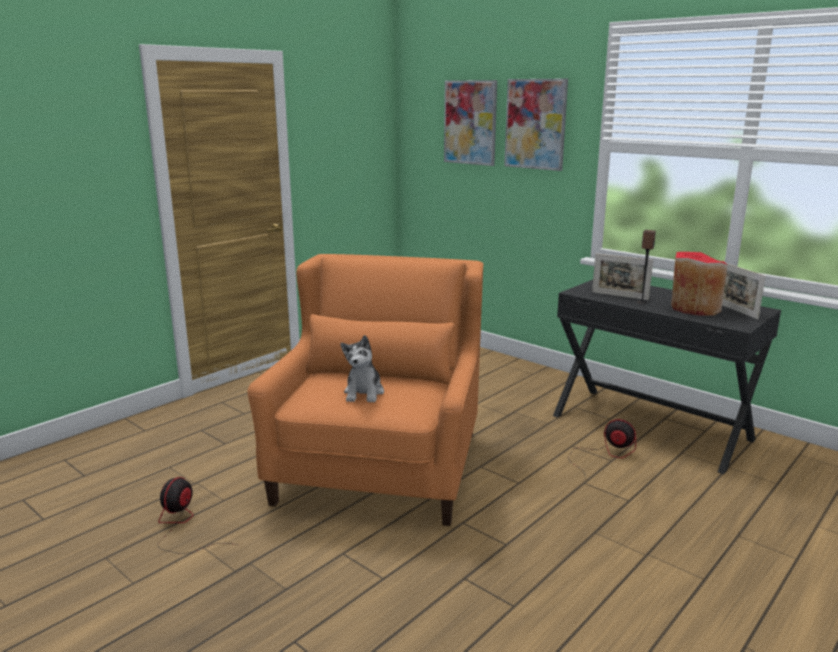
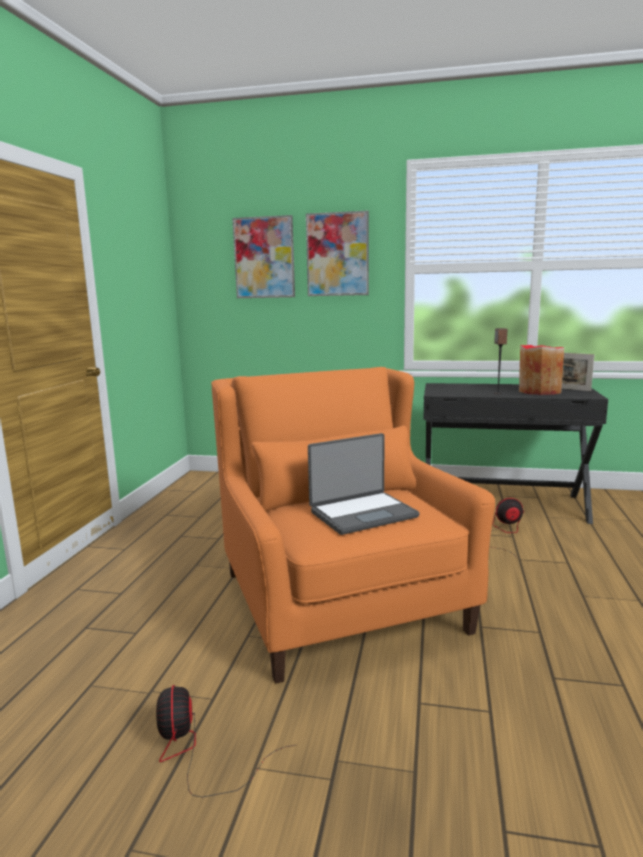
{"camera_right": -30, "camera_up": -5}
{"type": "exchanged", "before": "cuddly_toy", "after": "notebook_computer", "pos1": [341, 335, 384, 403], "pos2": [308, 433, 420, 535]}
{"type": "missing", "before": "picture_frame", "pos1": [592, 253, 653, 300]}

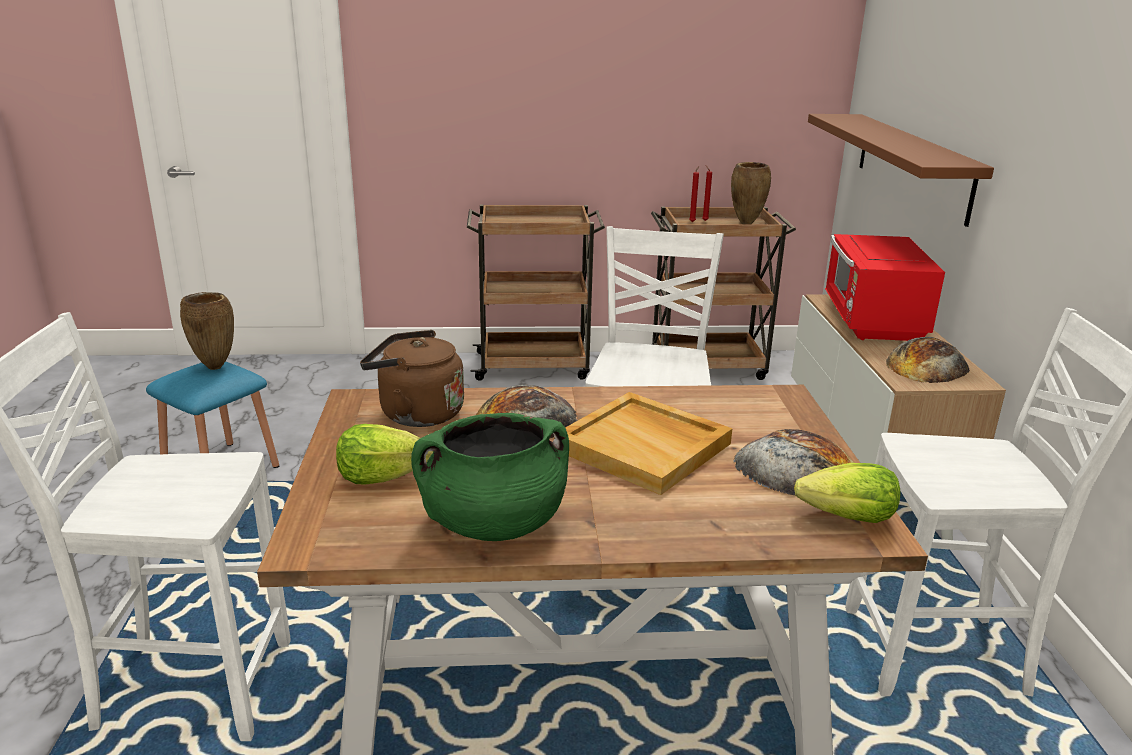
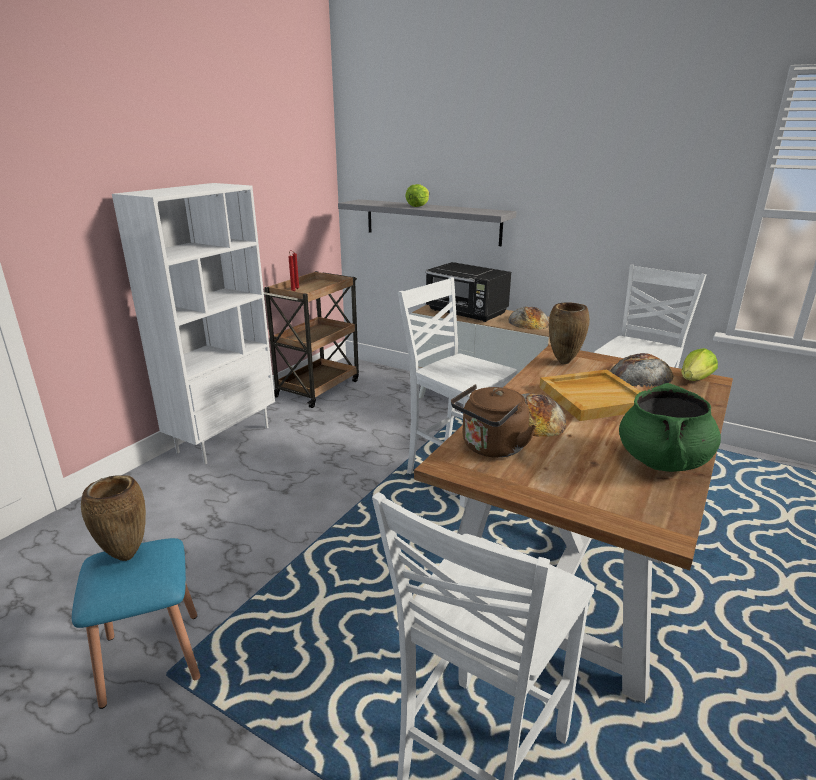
{"camera_right": -55, "camera_up": 0}
{"type": "exchanged", "before": "brown_trolley", "after": "white_shelving_unit", "pos1": [467, 205, 605, 381], "pos2": [112, 183, 275, 464]}
{"type": "colour", "before": "brown_wall_shelf", "after": "grey_wall_shelf", "pos1": [808, 114, 994, 227], "pos2": [338, 199, 517, 246]}
{"type": "relocated", "before": "lettuce", "pos1": [336, 424, 434, 484], "pos2": [405, 184, 429, 207]}
{"type": "colour", "before": "reddish_microwave", "after": "blackish_microwave", "pos1": [825, 234, 945, 341], "pos2": [426, 262, 511, 322]}
{"type": "relocated", "before": "brown_vase", "pos1": [731, 162, 771, 225], "pos2": [549, 302, 590, 364]}

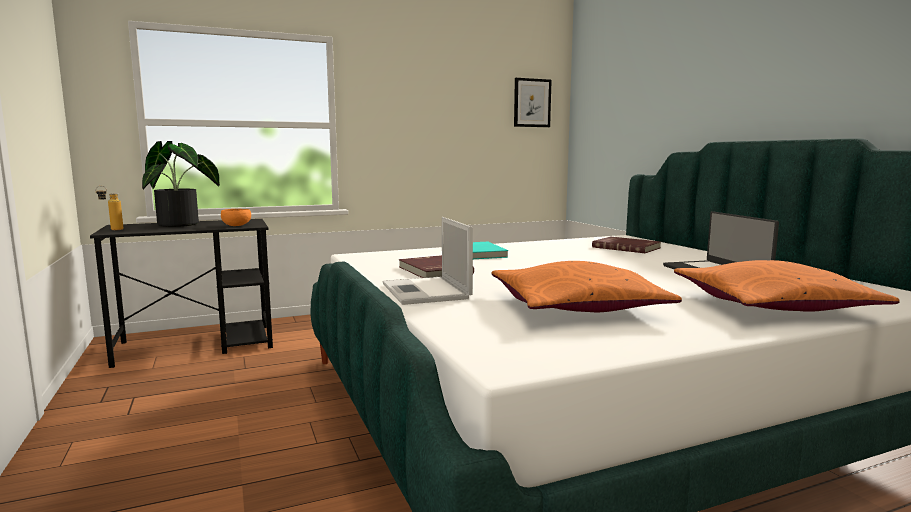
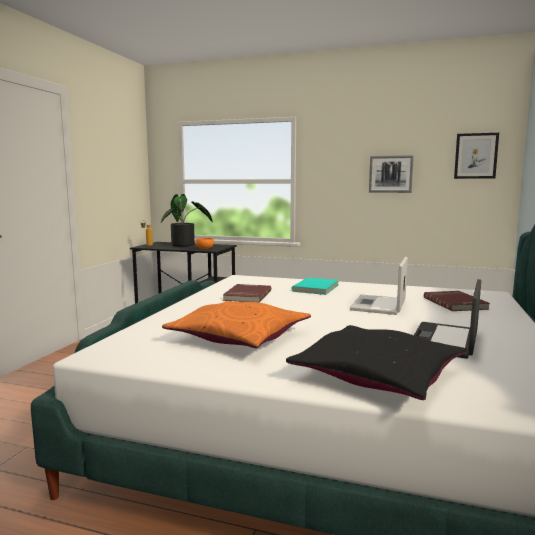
{"camera_right": 40, "camera_up": 0}
{"type": "colour", "before": "orangey_throw_pillow", "after": "blackish_throw_pillow", "pos1": [674, 260, 900, 312], "pos2": [286, 325, 467, 400]}
{"type": "relocated", "before": "notebook_computer", "pos1": [382, 217, 473, 305], "pos2": [350, 257, 408, 315]}
{"type": "appeared", "after": "wall_art", "pos2": [369, 155, 414, 193]}

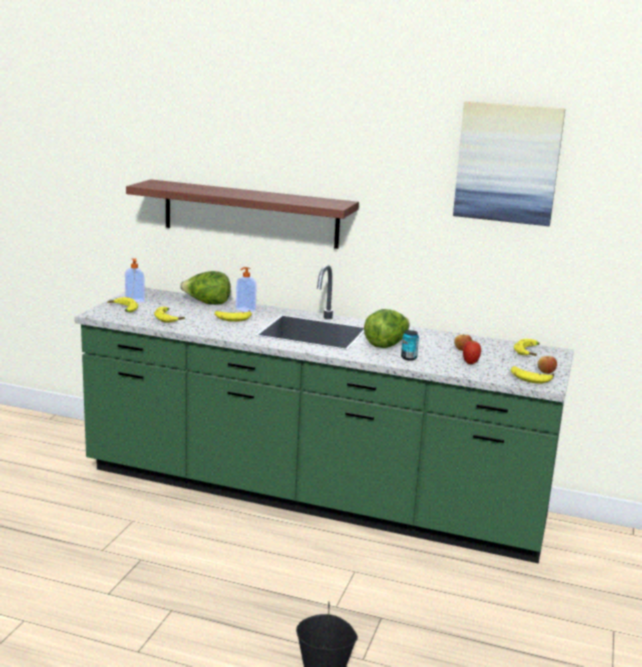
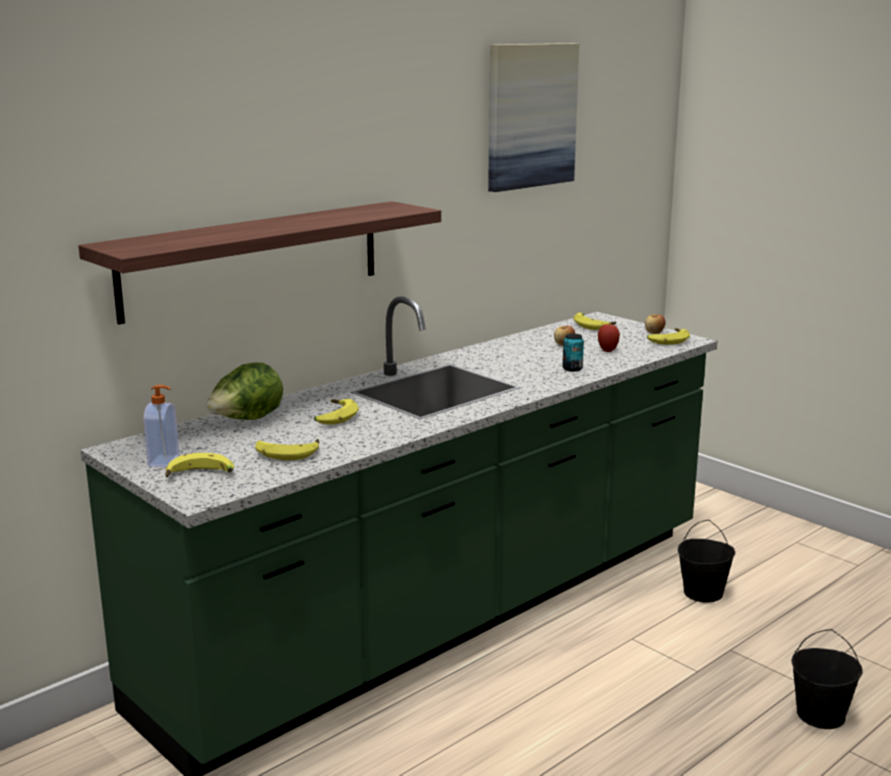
{"camera_right": -60, "camera_up": 0}
{"type": "appeared", "after": "blackish_pail", "pos2": [678, 520, 735, 603]}
{"type": "missing", "before": "soap_dispenser", "pos1": [236, 267, 257, 312]}
{"type": "missing", "before": "lettuce", "pos1": [364, 309, 410, 348]}

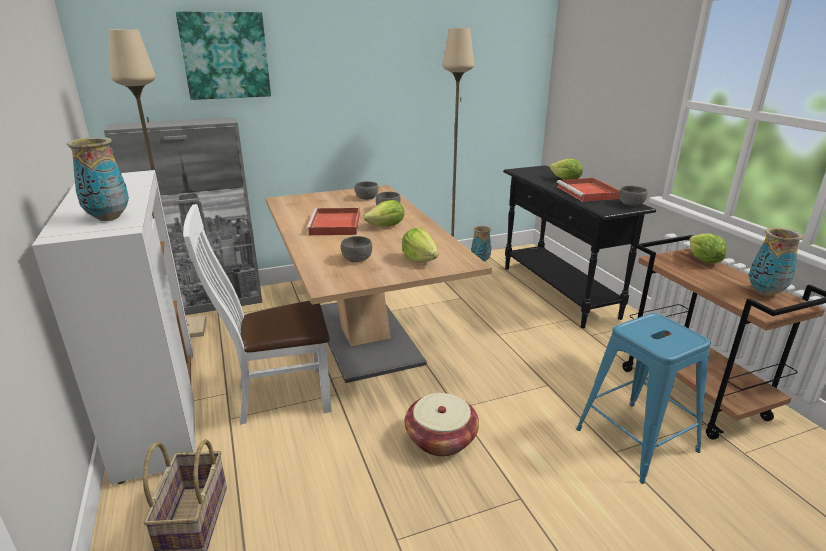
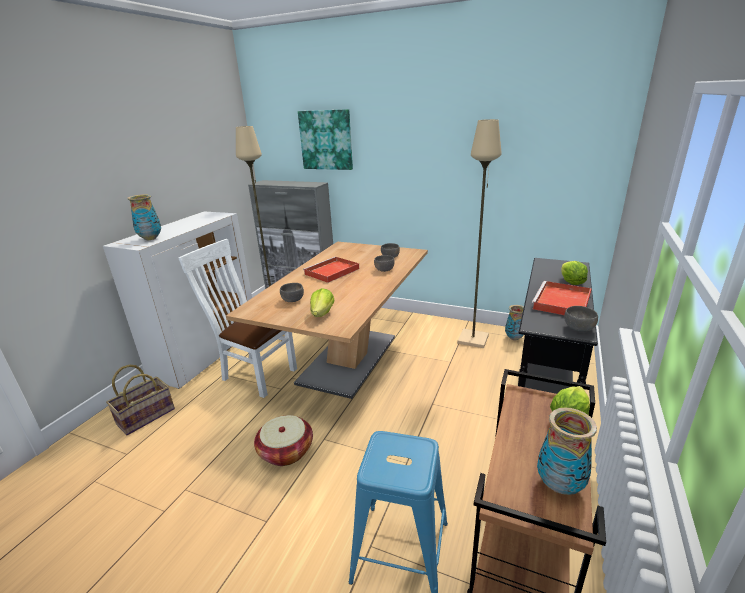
{"camera_right": 45, "camera_up": 0}
{"type": "missing", "before": "lettuce", "pos1": [364, 200, 405, 227]}

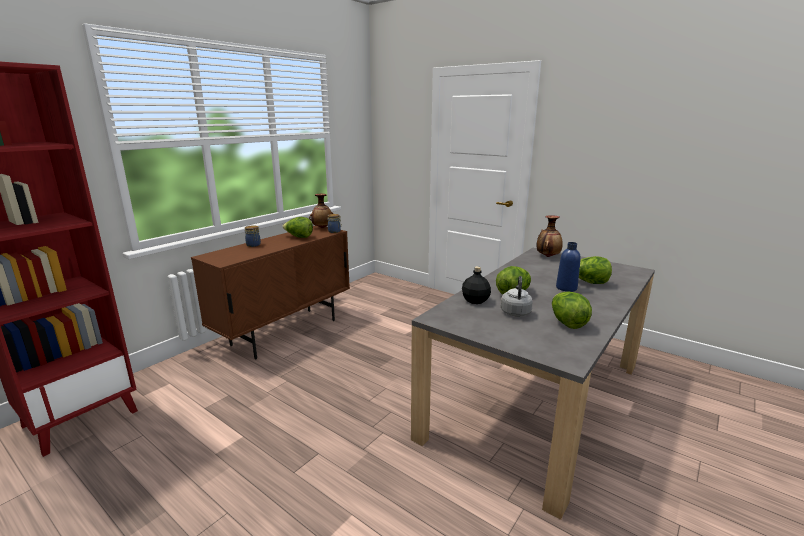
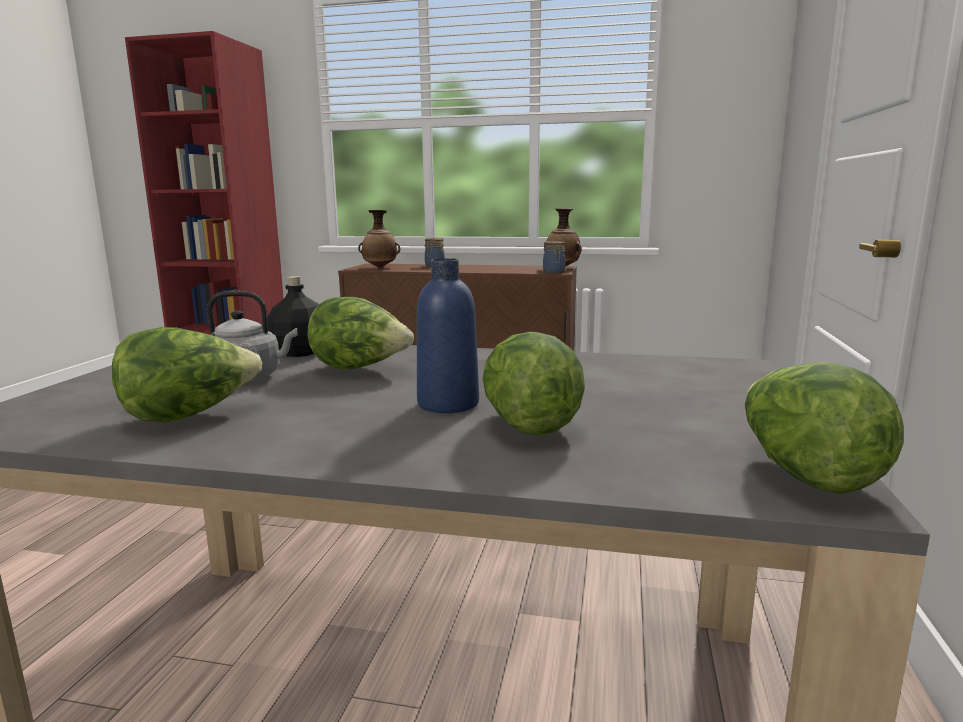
{"camera_right": 65, "camera_up": -5}
{"type": "relocated", "before": "vase", "pos1": [536, 216, 563, 257], "pos2": [358, 210, 400, 268]}
{"type": "relocated", "before": "lettuce", "pos1": [282, 217, 313, 238], "pos2": [745, 362, 904, 494]}

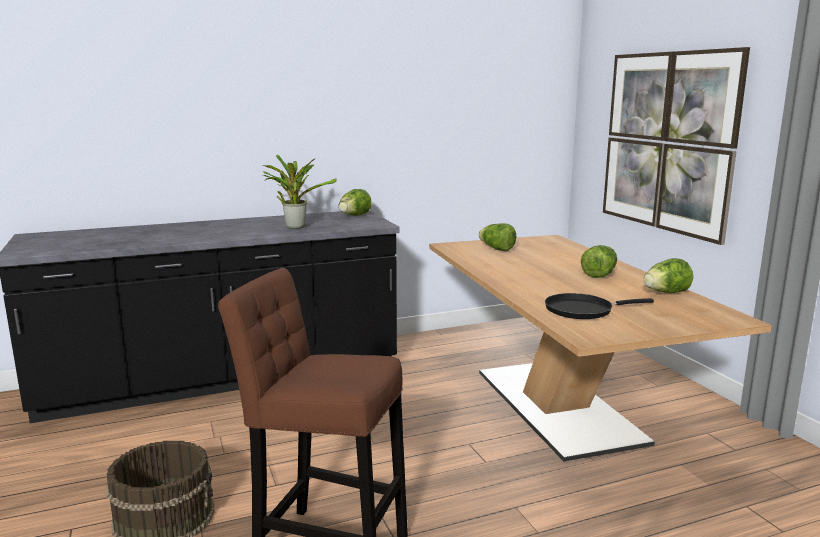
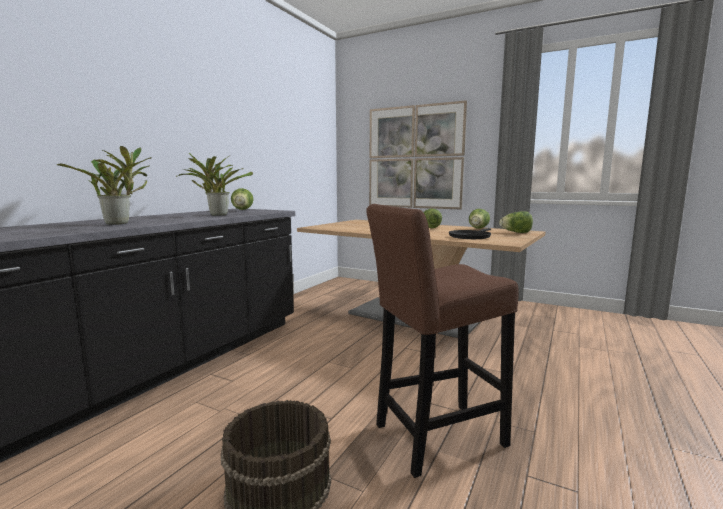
{"camera_right": -40, "camera_up": -5}
{"type": "appeared", "after": "potted_plant", "pos2": [57, 146, 152, 225]}
{"type": "relocated", "before": "lettuce", "pos1": [479, 223, 516, 251], "pos2": [499, 211, 533, 233]}

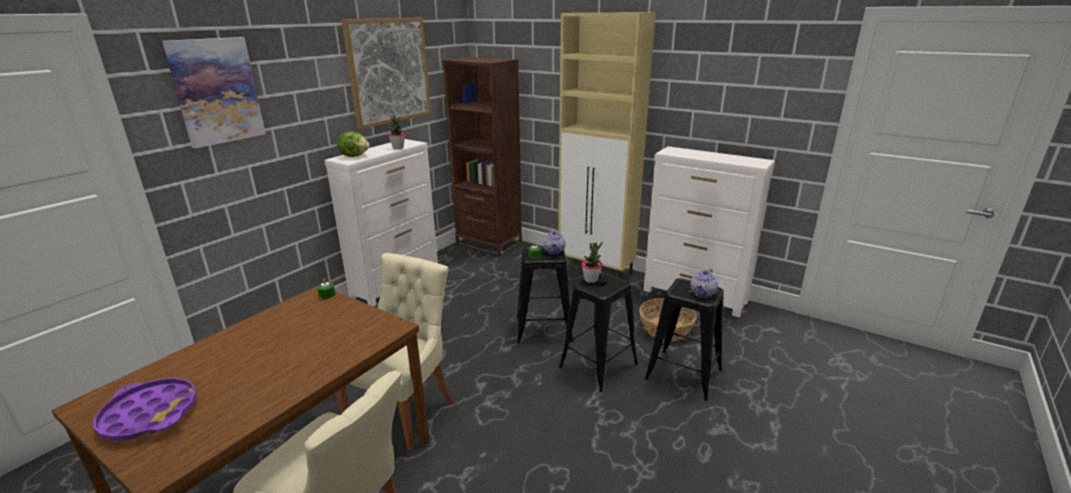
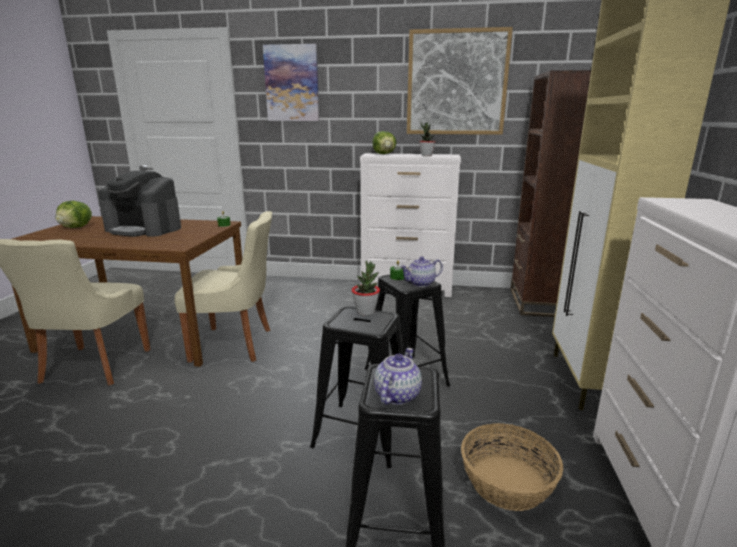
{"camera_right": 65, "camera_up": -5}
{"type": "exchanged", "before": "purple_serving_tray", "after": "lettuce", "pos1": [93, 378, 197, 441], "pos2": [55, 201, 92, 228]}
{"type": "appeared", "after": "coffee_brewer", "pos2": [98, 171, 181, 237]}
{"type": "spun", "before": "teapot", "pos1": [690, 268, 718, 298], "pos2": [374, 348, 422, 405], "turn": 105}

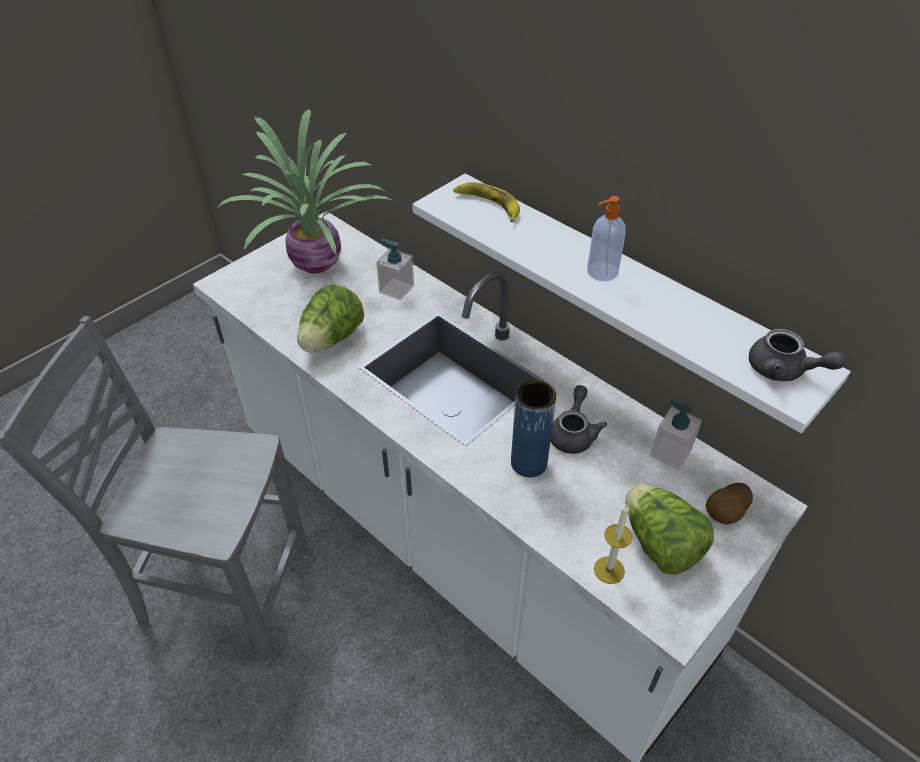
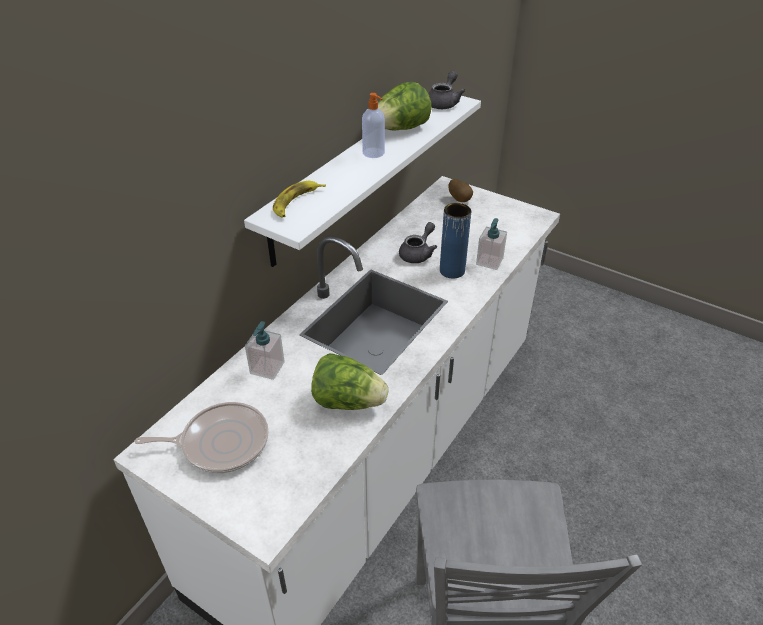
{"camera_right": -100, "camera_up": -5}
{"type": "exchanged", "before": "potted_plant", "after": "frying_pan", "pos1": [216, 109, 392, 273], "pos2": [135, 402, 269, 473]}
{"type": "relocated", "before": "lettuce", "pos1": [625, 484, 714, 575], "pos2": [378, 82, 431, 130]}
{"type": "spun", "before": "grey_teapot", "pos1": [550, 385, 607, 454], "pos2": [399, 222, 437, 263], "turn": 120}
{"type": "relocated", "before": "soap_dispenser", "pos1": [650, 399, 702, 470], "pos2": [476, 218, 507, 270]}
{"type": "missing", "before": "candle", "pos1": [594, 504, 632, 584]}

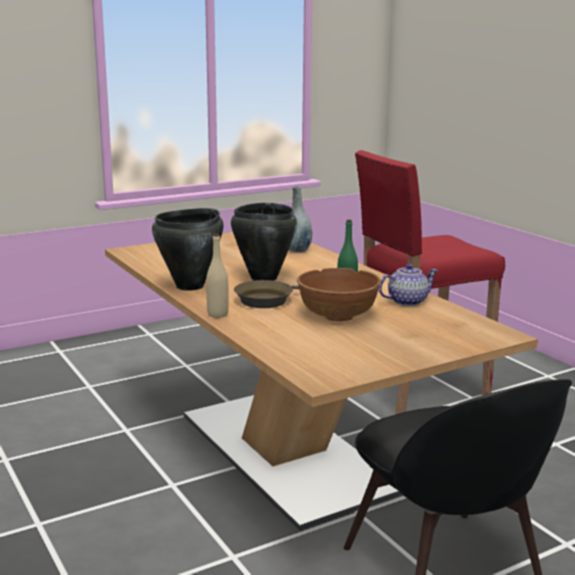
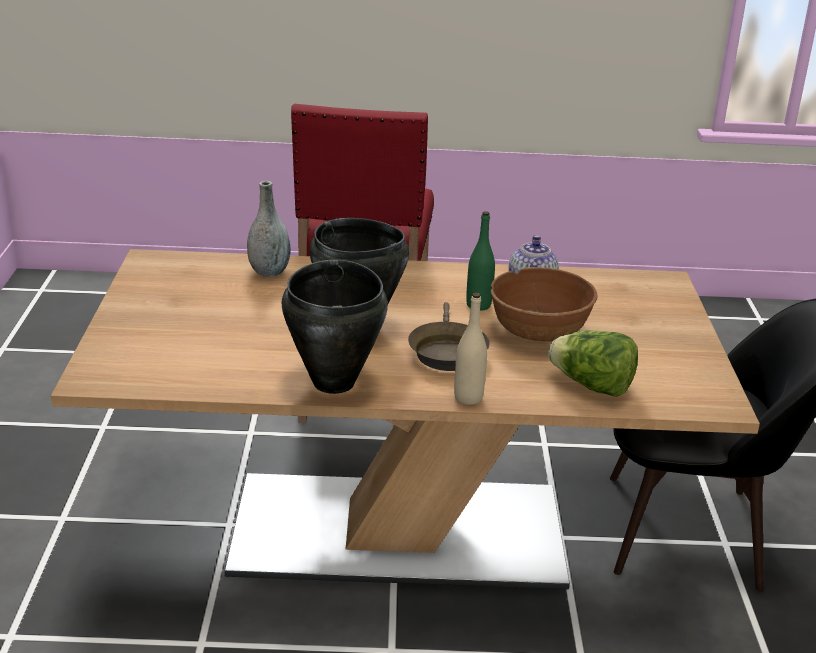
{"camera_right": -60, "camera_up": 10}
{"type": "appeared", "after": "lettuce", "pos2": [548, 330, 638, 397]}

